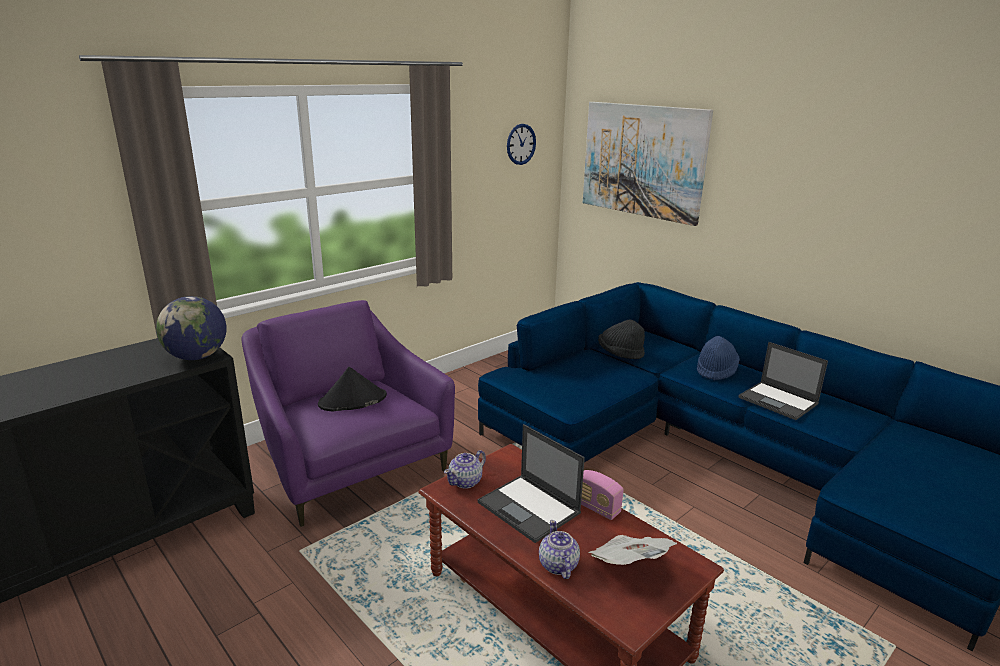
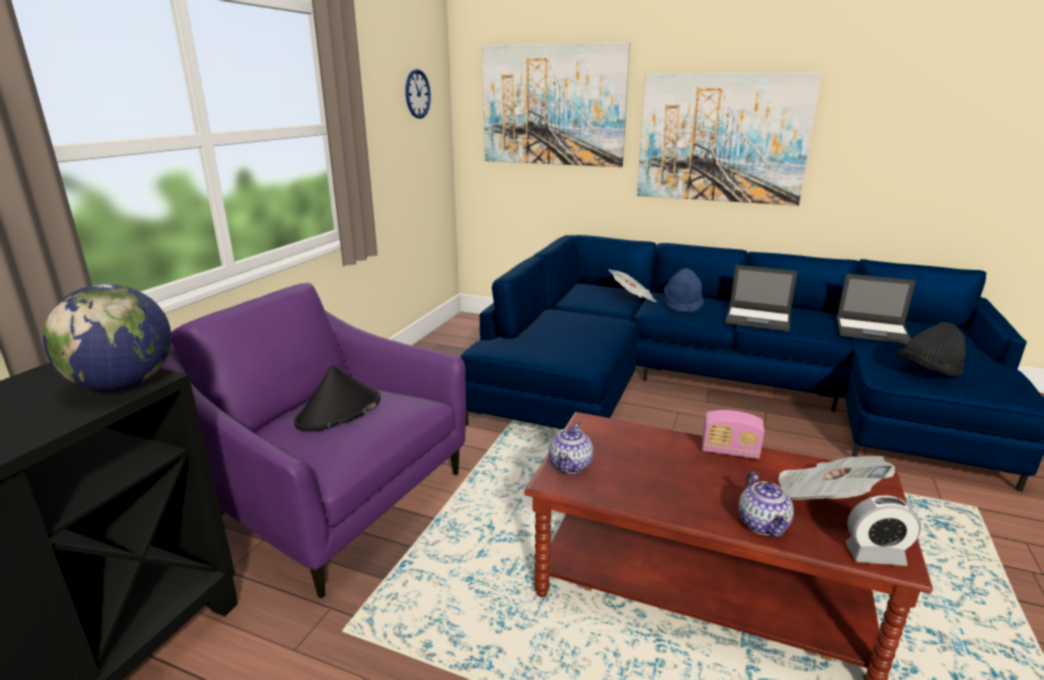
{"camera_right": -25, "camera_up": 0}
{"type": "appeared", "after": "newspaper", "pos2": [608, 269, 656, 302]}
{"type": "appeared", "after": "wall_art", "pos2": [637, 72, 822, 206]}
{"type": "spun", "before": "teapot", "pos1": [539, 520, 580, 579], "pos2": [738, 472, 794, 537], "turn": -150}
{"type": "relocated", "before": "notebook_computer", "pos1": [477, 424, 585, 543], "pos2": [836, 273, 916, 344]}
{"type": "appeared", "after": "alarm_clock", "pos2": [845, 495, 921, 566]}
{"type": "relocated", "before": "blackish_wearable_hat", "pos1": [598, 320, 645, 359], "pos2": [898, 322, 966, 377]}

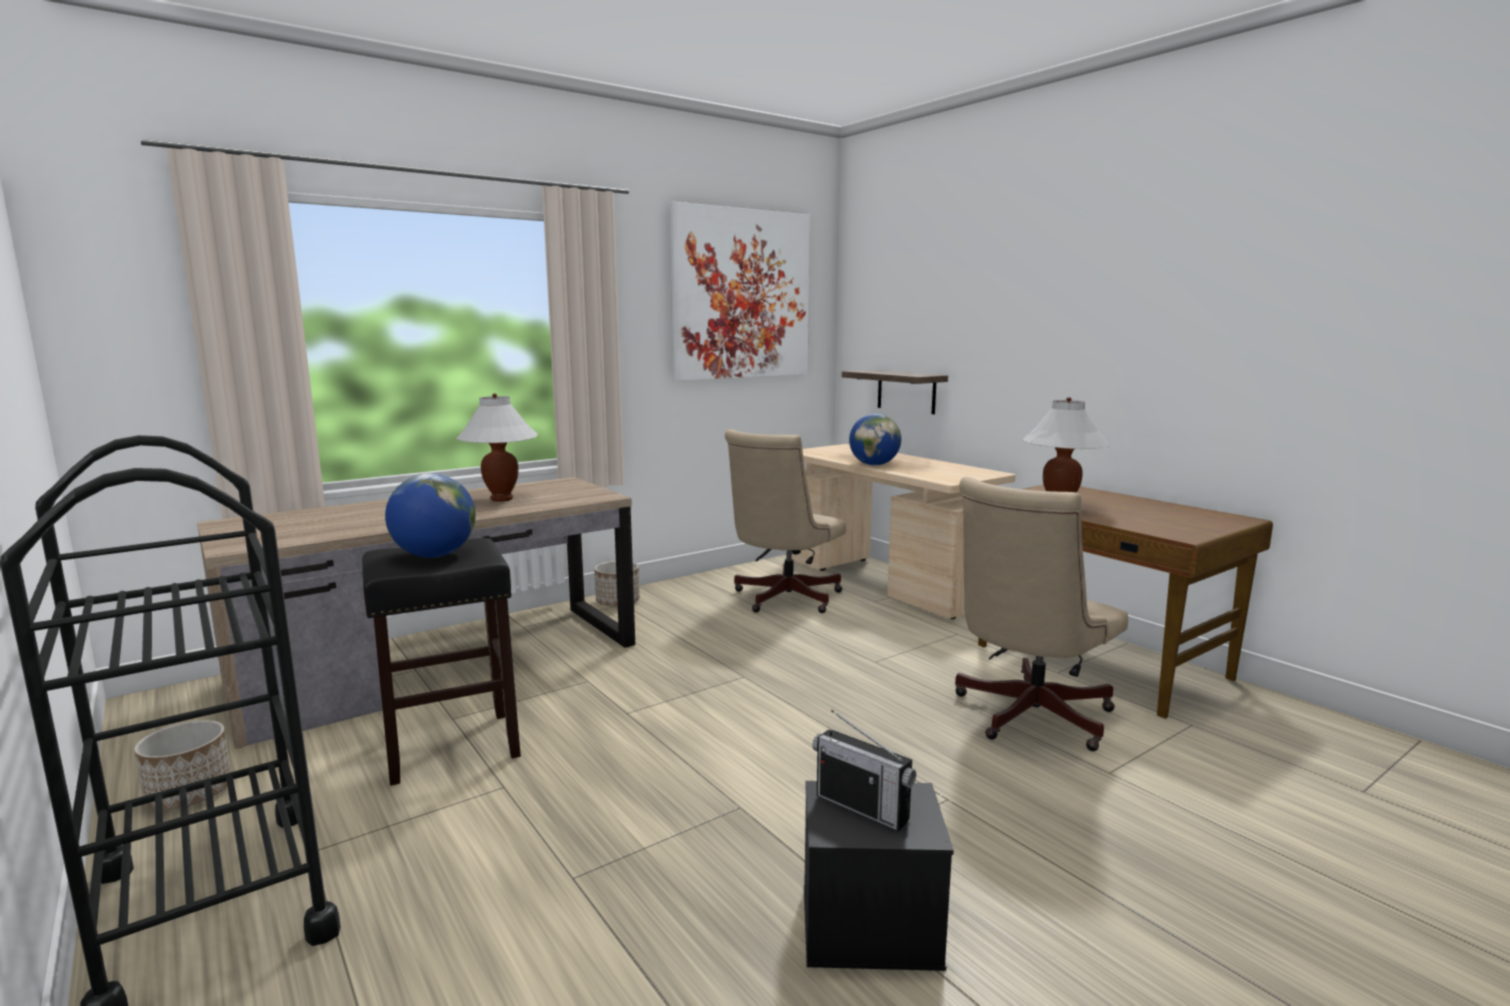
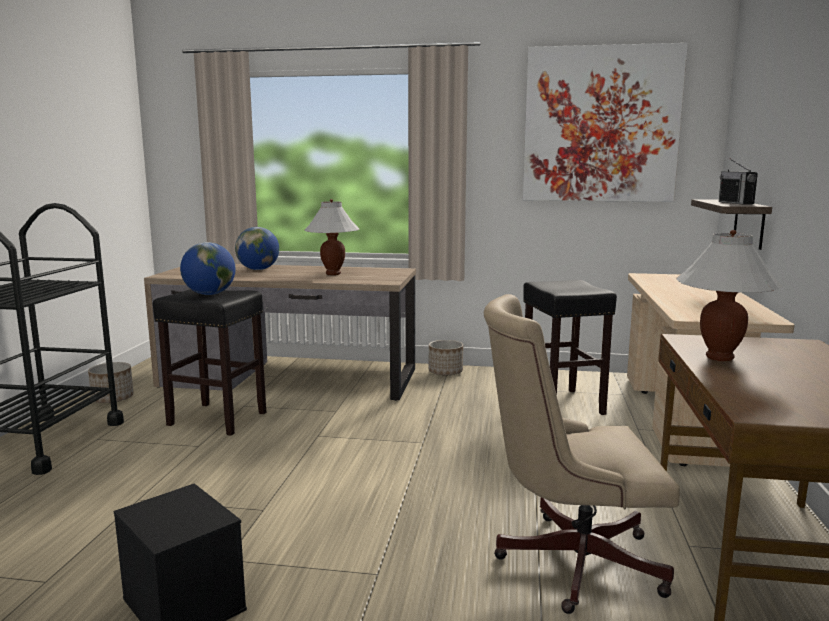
{"camera_right": 45, "camera_up": 0}
{"type": "relocated", "before": "globe", "pos1": [849, 414, 901, 466], "pos2": [235, 227, 279, 270]}
{"type": "exchanged", "before": "beige-coloured_computer_chair", "after": "blackish_stool_seat", "pos1": [725, 429, 846, 613], "pos2": [523, 280, 617, 415]}
{"type": "relocated", "before": "radio", "pos1": [812, 710, 916, 832], "pos2": [719, 158, 758, 205]}

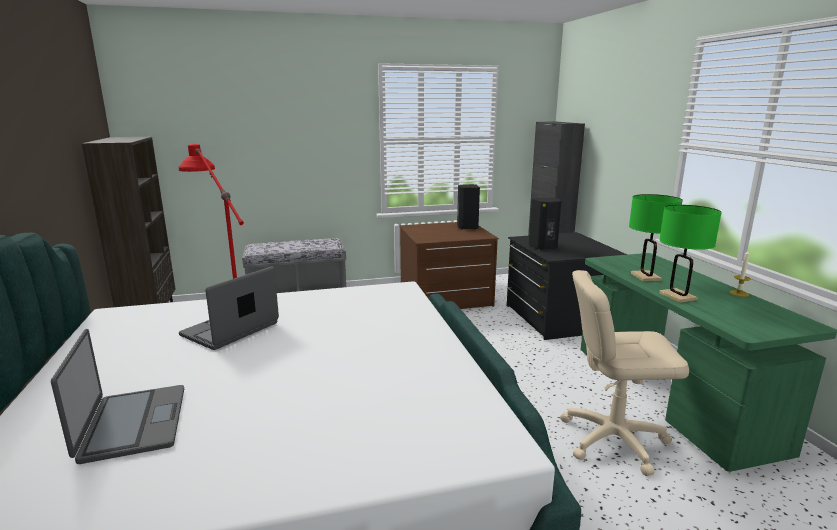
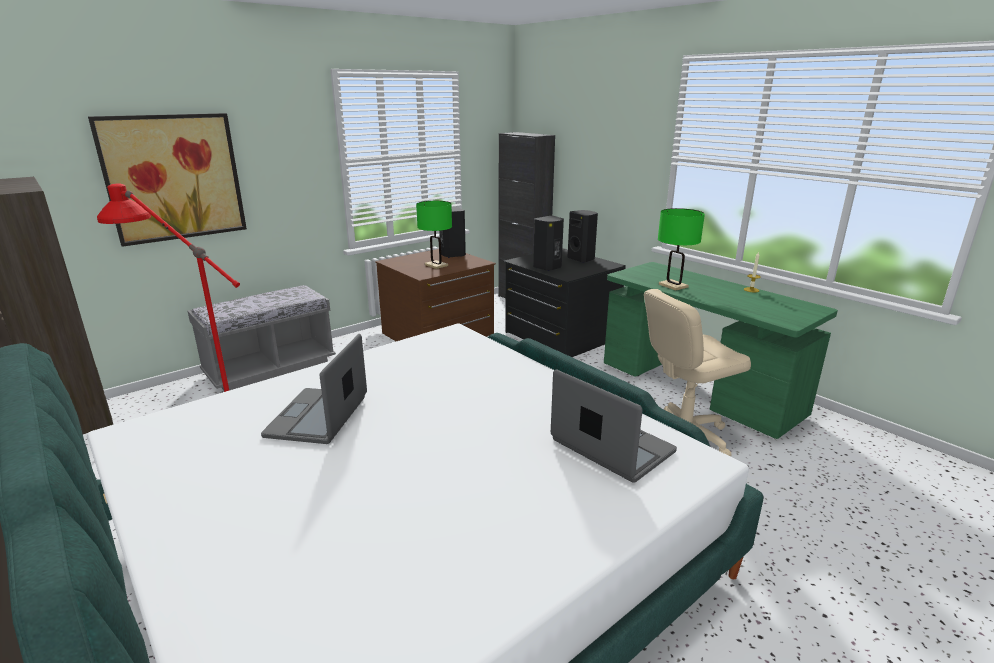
{"camera_right": -25, "camera_up": 5}
{"type": "appeared", "after": "wall_art", "pos2": [88, 113, 247, 247]}
{"type": "relocated", "before": "green_lamp_for_a_table", "pos1": [659, 205, 722, 303], "pos2": [416, 201, 452, 269]}
{"type": "relocated", "before": "notebook_computer", "pos1": [51, 329, 184, 464], "pos2": [551, 369, 677, 483]}
{"type": "appeared", "after": "blackish_speaker", "pos2": [567, 210, 598, 263]}

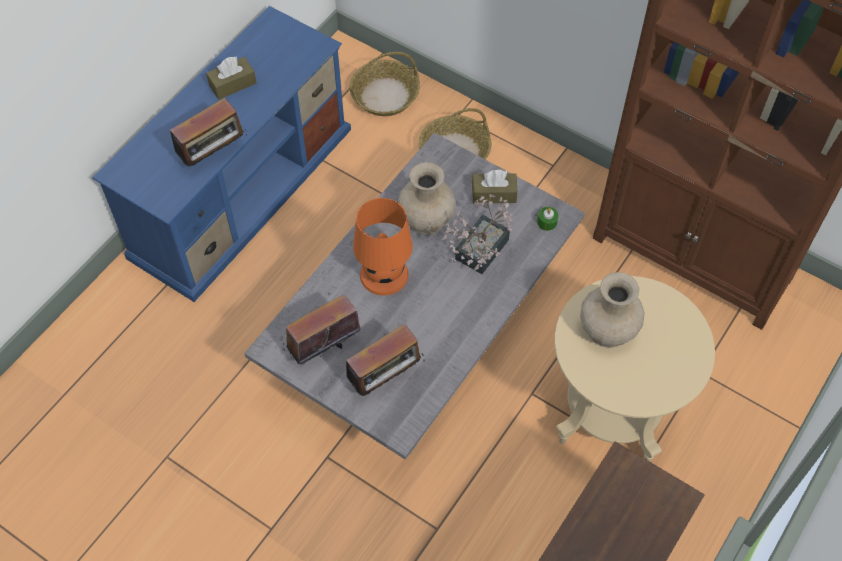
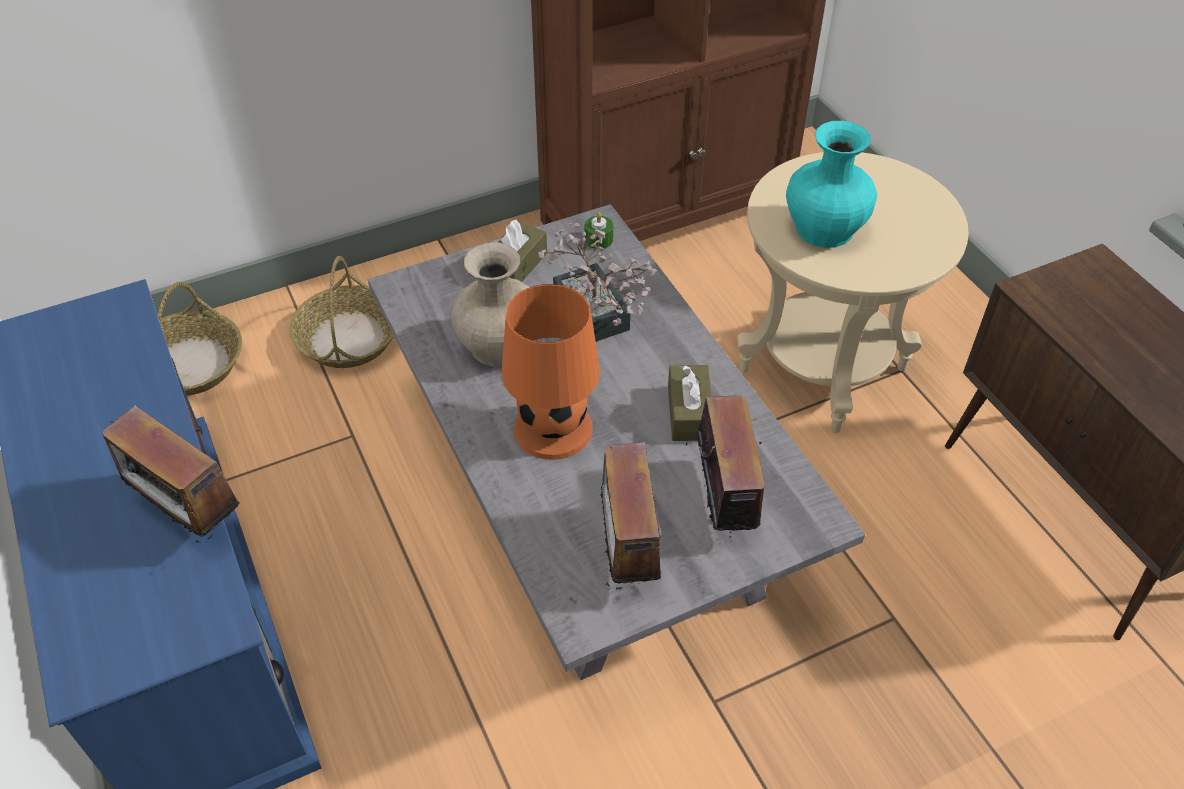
{"camera_right": -60, "camera_up": -10}
{"type": "spun", "before": "radio", "pos1": [163, 98, 247, 166], "pos2": [102, 406, 240, 543], "turn": 135}
{"type": "relocated", "before": "brown_tissue_holder", "pos1": [206, 56, 257, 100], "pos2": [668, 365, 712, 441]}
{"type": "colour", "before": "beige-coloured_vase", "after": "turquoise_vase", "pos1": [580, 272, 645, 348], "pos2": [786, 121, 877, 248]}

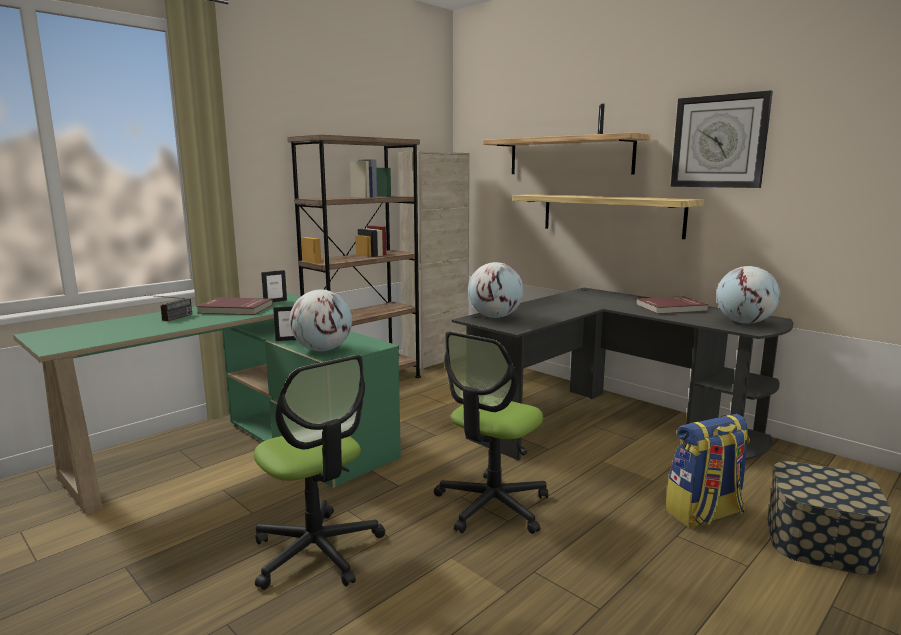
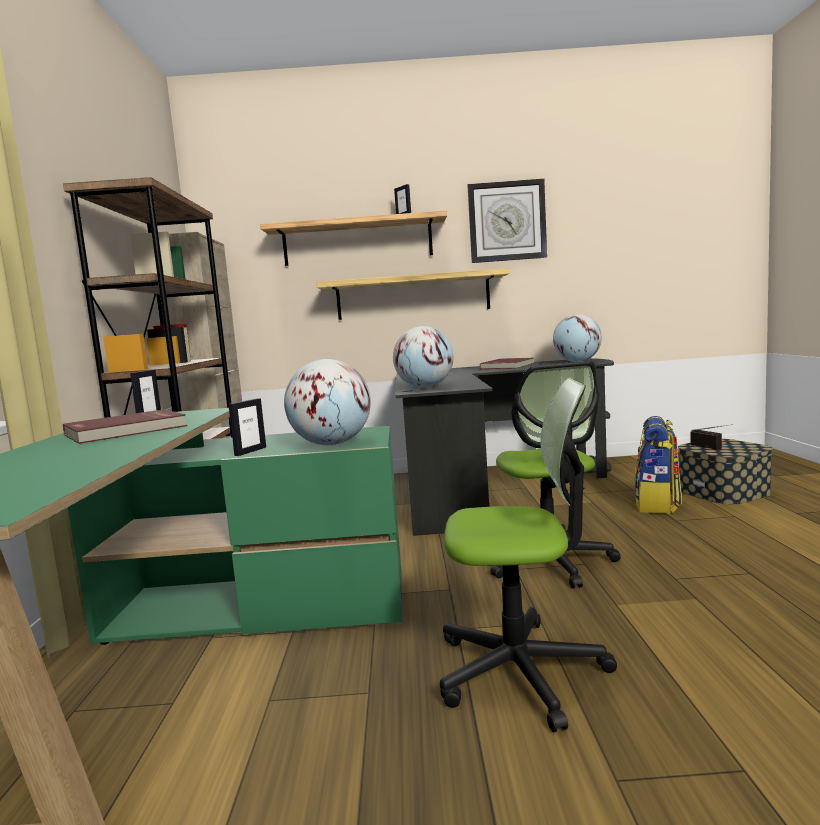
{"camera_right": -45, "camera_up": -5}
{"type": "relocated", "before": "radio", "pos1": [145, 295, 192, 321], "pos2": [691, 424, 733, 450]}

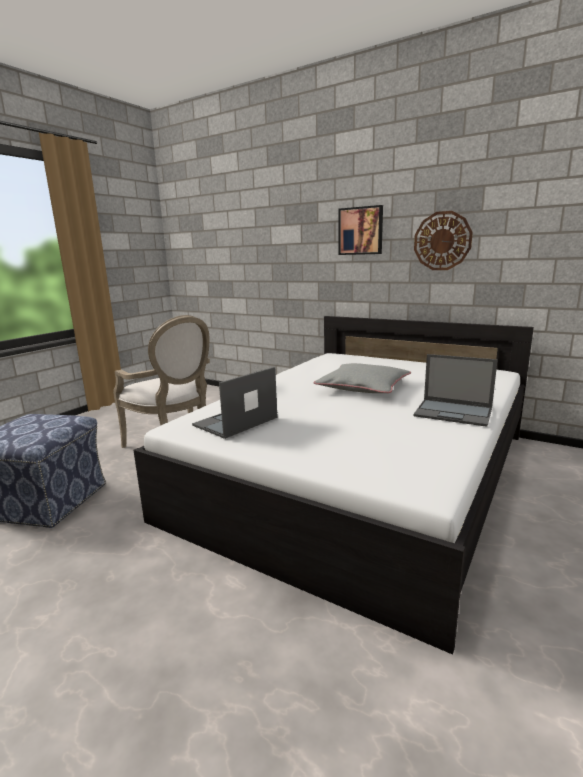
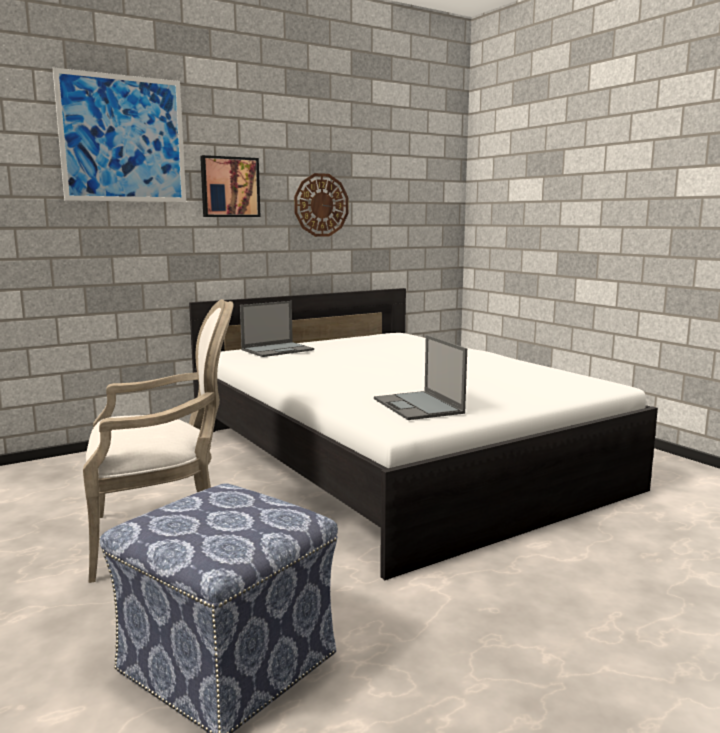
{"camera_right": -65, "camera_up": -5}
{"type": "appeared", "after": "wall_art", "pos2": [53, 67, 186, 202]}
{"type": "relocated", "before": "notebook_computer", "pos1": [414, 354, 498, 427], "pos2": [240, 301, 314, 357]}
{"type": "missing", "before": "grey_throw_pillow", "pos1": [313, 363, 411, 393]}

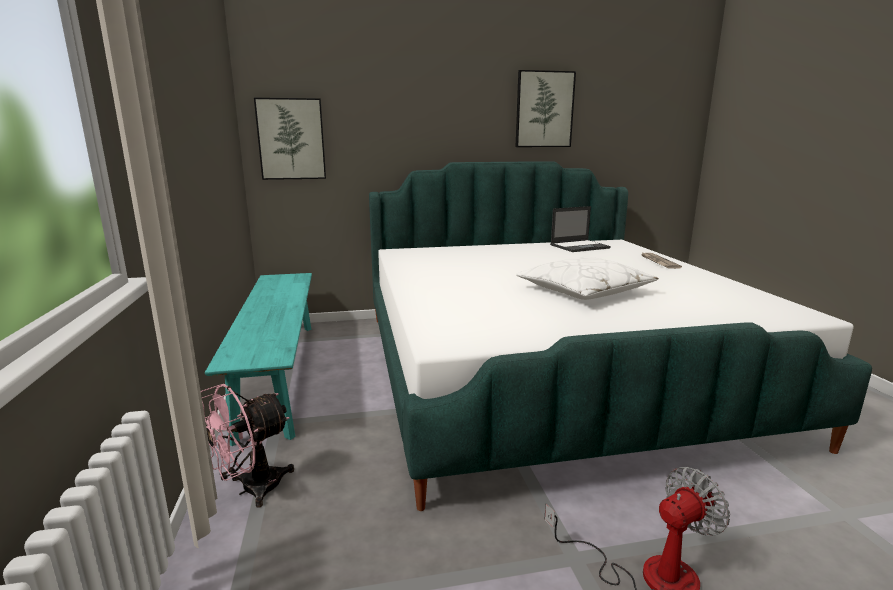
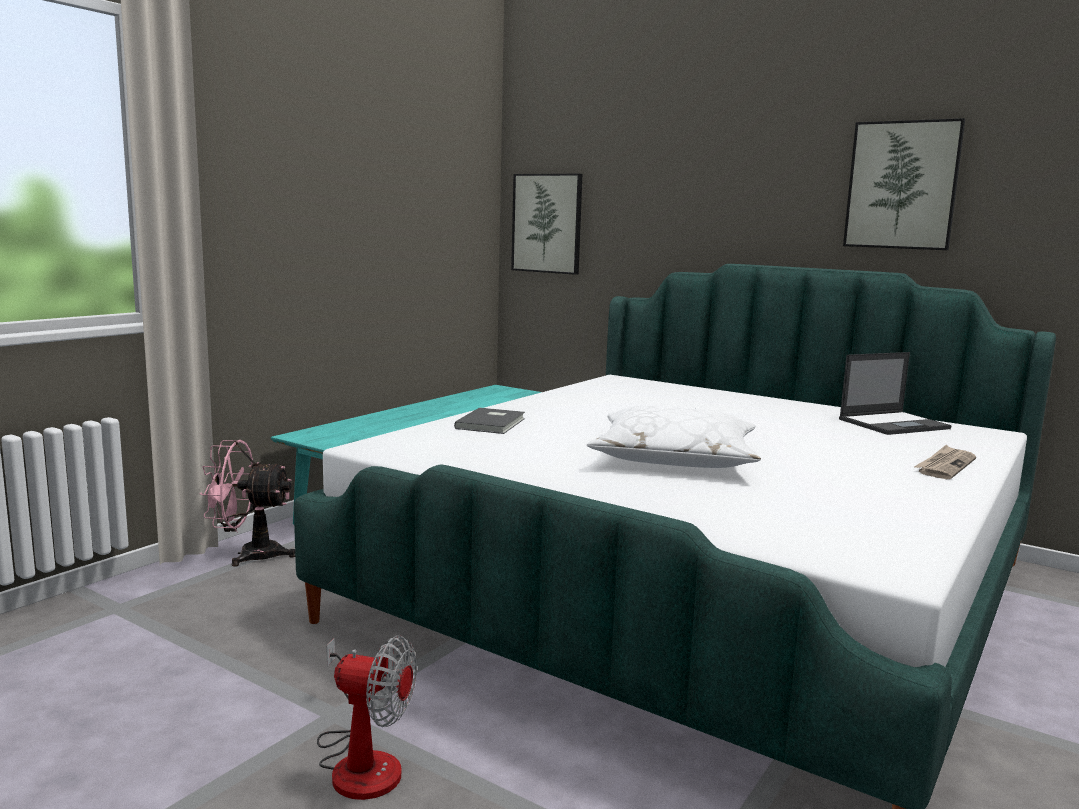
{"camera_right": 45, "camera_up": -5}
{"type": "appeared", "after": "grey_book", "pos2": [454, 408, 525, 434]}
{"type": "spun", "before": "notebook_computer", "pos1": [550, 206, 611, 252], "pos2": [839, 352, 952, 435], "turn": -45}

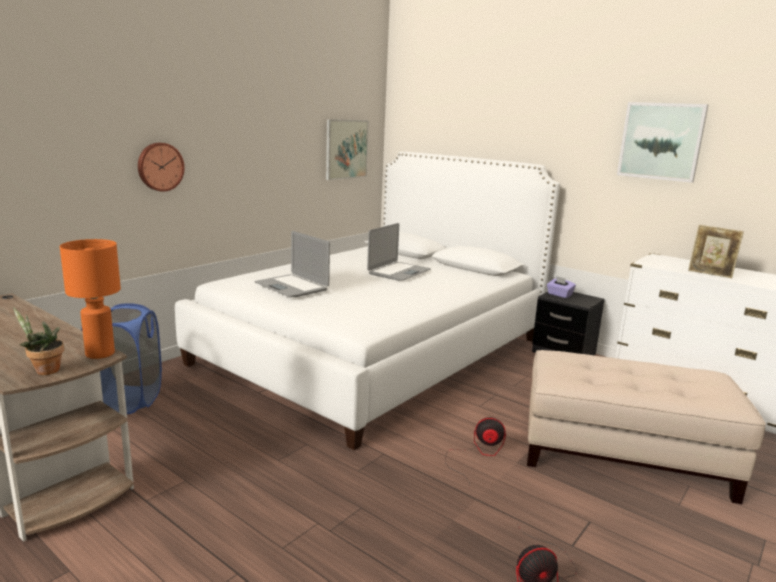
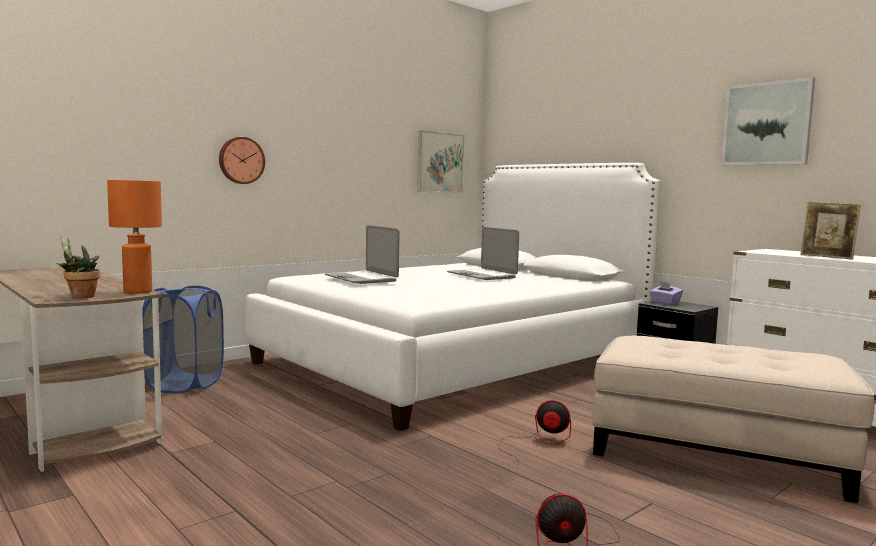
{"camera_right": 10, "camera_up": -10}
{"type": "spun", "before": "notebook_computer", "pos1": [367, 223, 431, 280], "pos2": [447, 227, 519, 280], "turn": 105}

